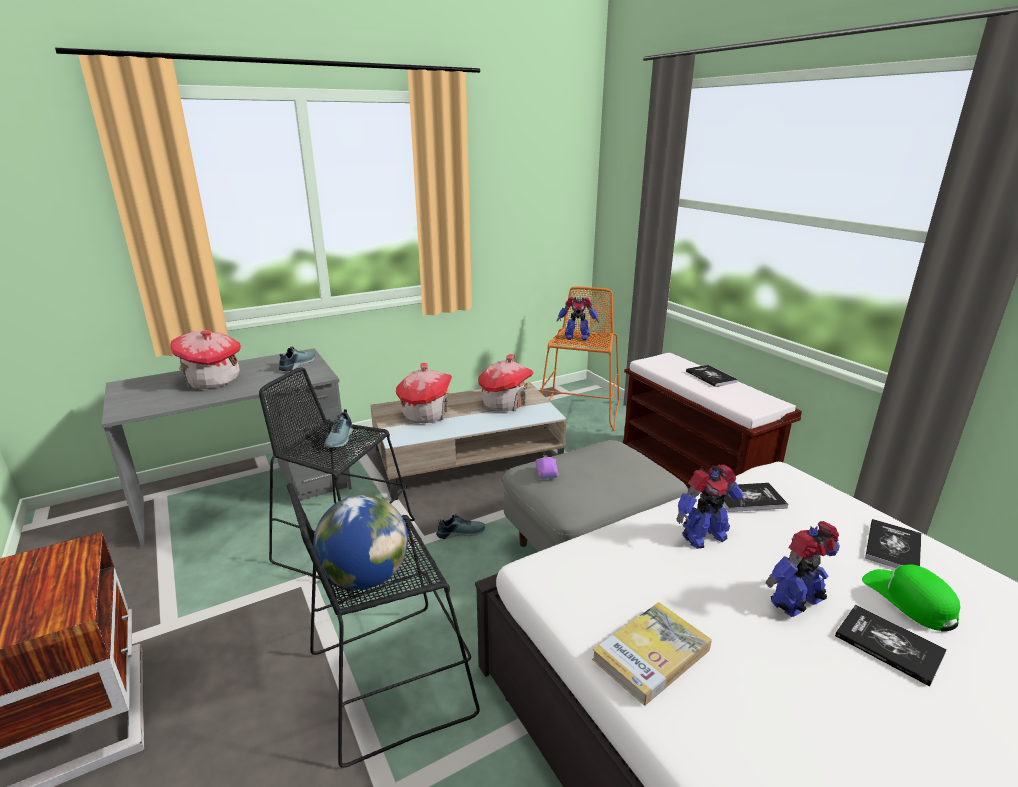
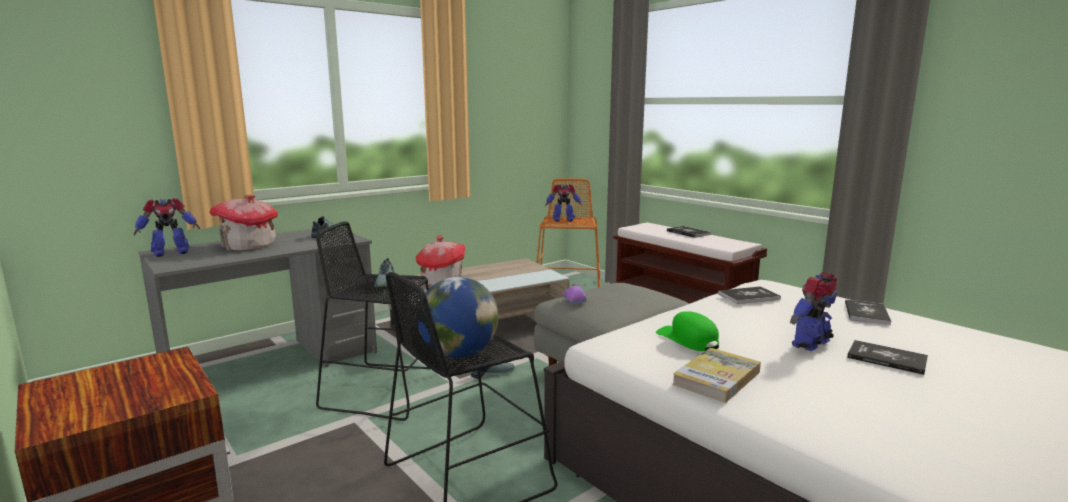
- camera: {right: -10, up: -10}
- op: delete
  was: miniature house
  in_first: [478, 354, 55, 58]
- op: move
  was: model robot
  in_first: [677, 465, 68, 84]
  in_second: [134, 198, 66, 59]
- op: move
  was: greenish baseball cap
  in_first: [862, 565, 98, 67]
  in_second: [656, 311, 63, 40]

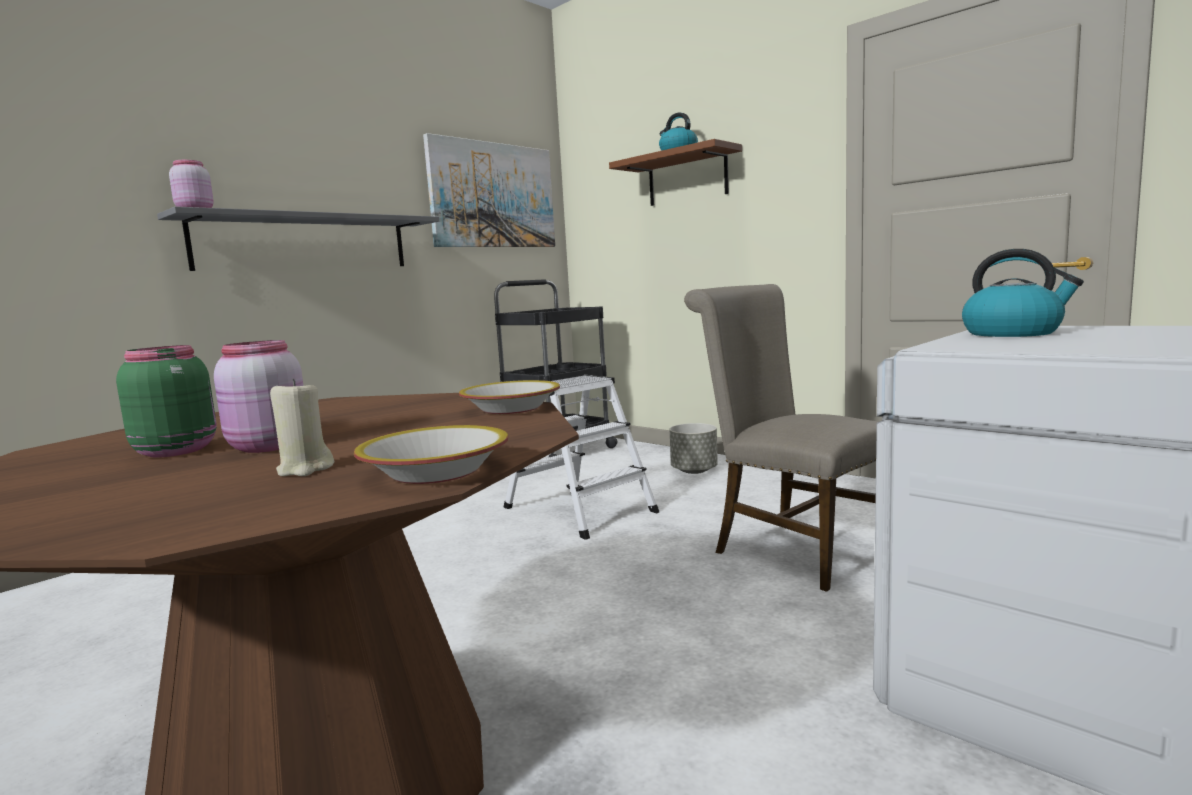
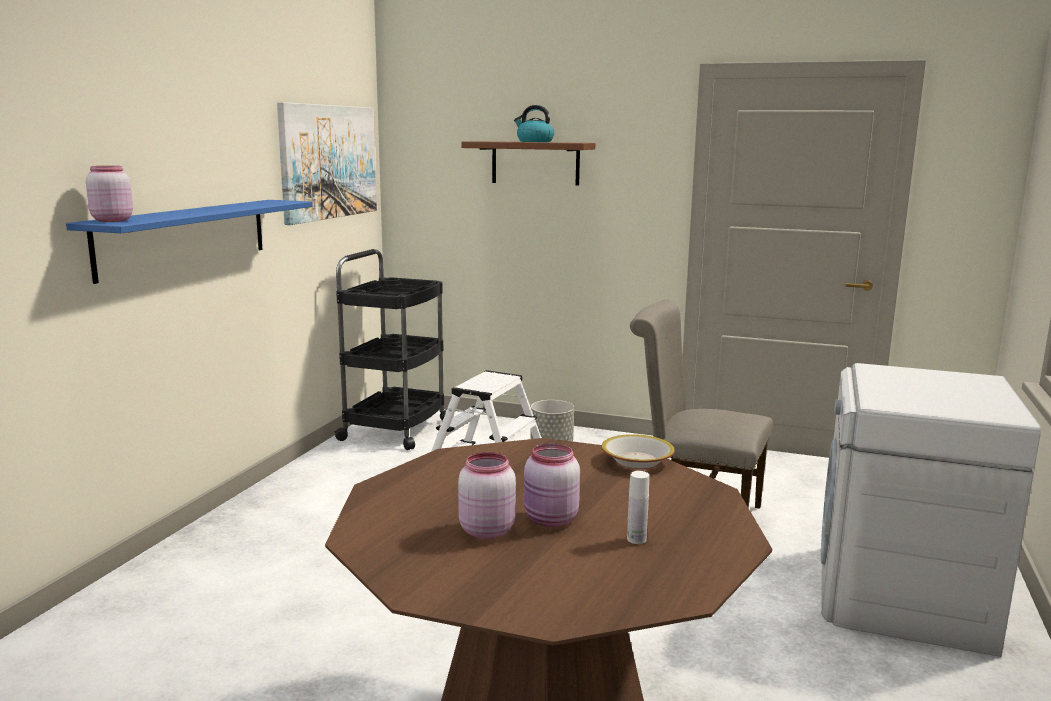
- camera: {right: -25, up: 5}
- op: recolor
  was: gray wall shelf
  now: bluish wall shelf
  in_first: [157, 206, 282, 65]
  in_second: [66, 200, 247, 84]
- op: delete
  was: water kettle
  in_first: [962, 249, 122, 88]
- op: recolor
  was: greenish preserve jar
  now: pinkish preserve jar
  in_first: [116, 345, 100, 113]
  in_second: [458, 452, 58, 87]
- op: replace
  was: sand-coloured candle
  now: white-coloured beverage bottle
  in_first: [270, 379, 64, 97]
  in_second: [627, 471, 22, 73]
- op: delete
  was: bowl
  in_first: [354, 425, 155, 59]

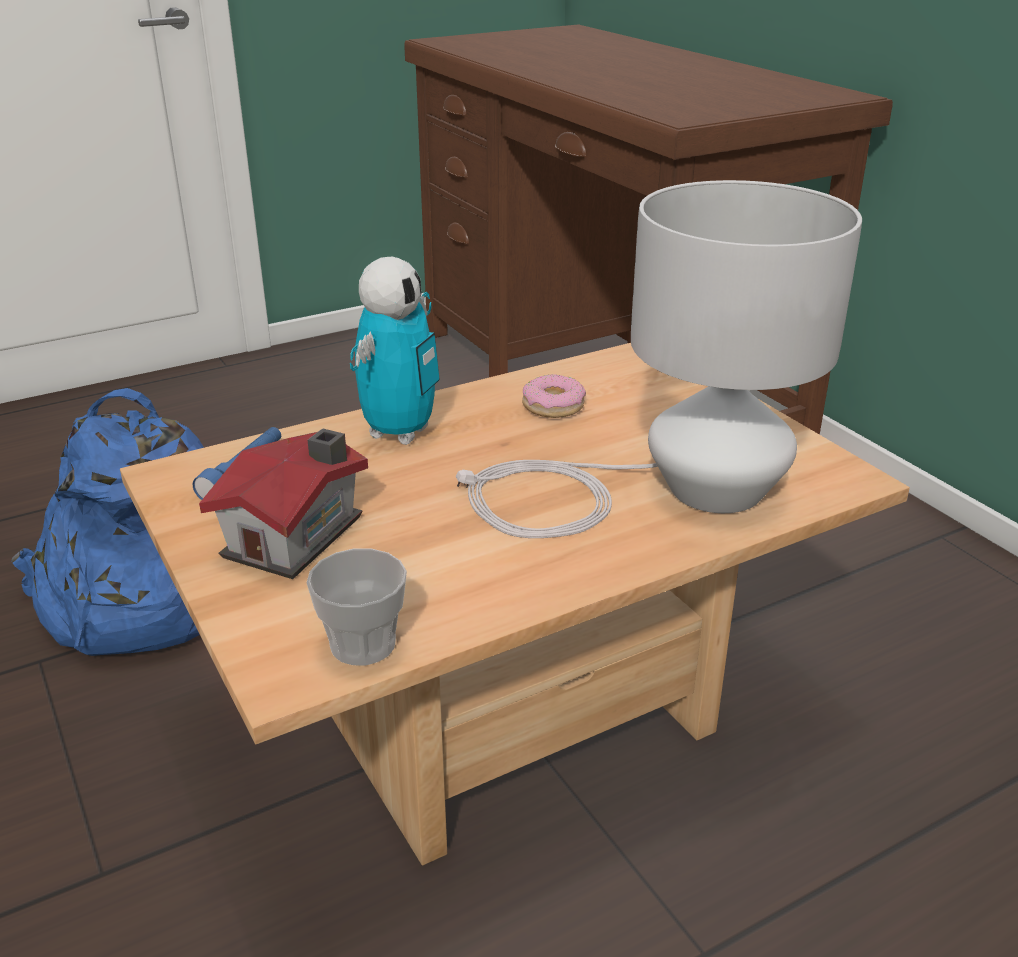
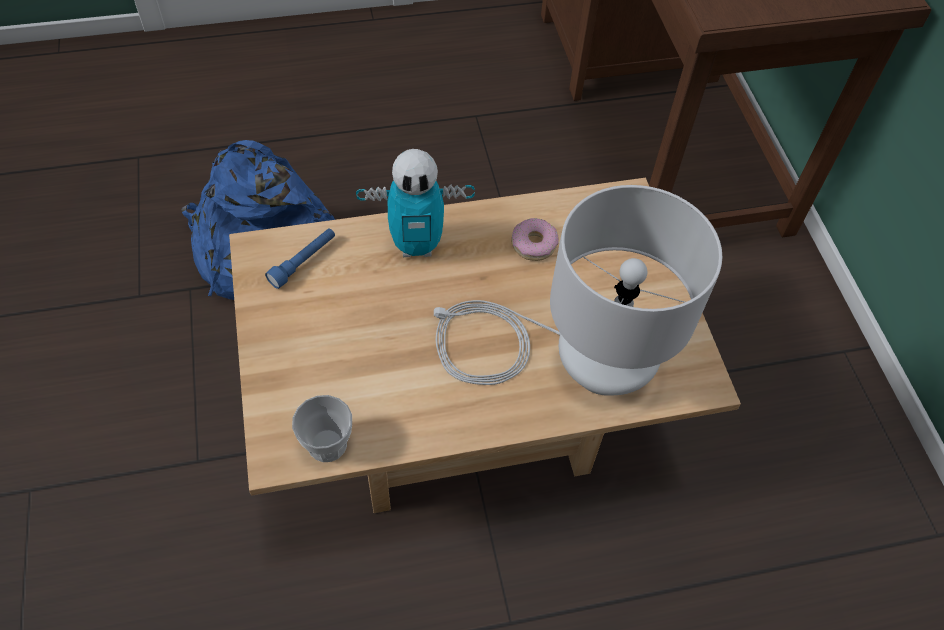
- camera: {right: 15, up: 25}
- op: rotate
  was: model robot
  in_first: [350, 257, 90, 188]
  in_second: [356, 149, 119, 108]
  clockwise: 45
- op: delete
  was: miniature house
  in_first: [199, 428, 169, 151]

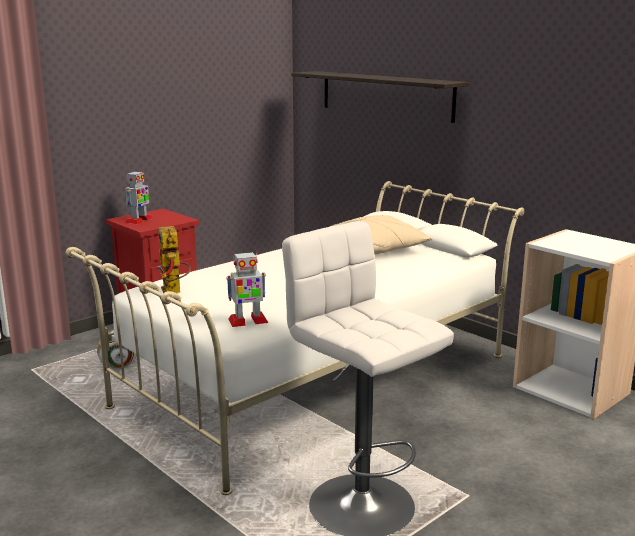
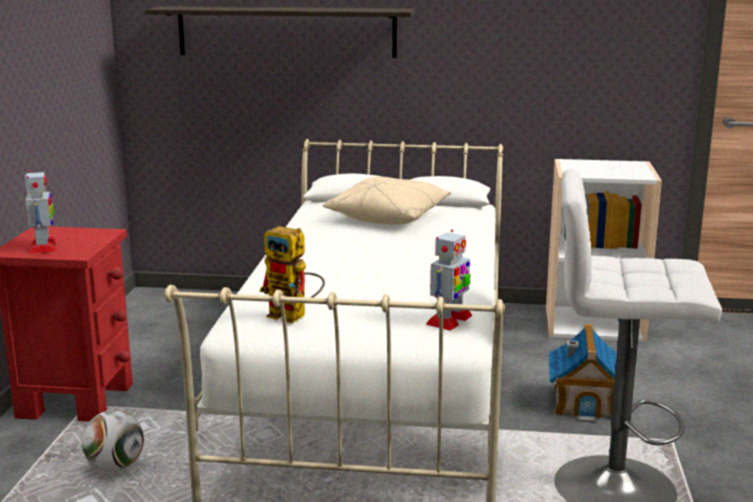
- camera: {right: -40, up: 0}
- op: insert
  now: miniature house
  in_second: [549, 324, 68, 99]

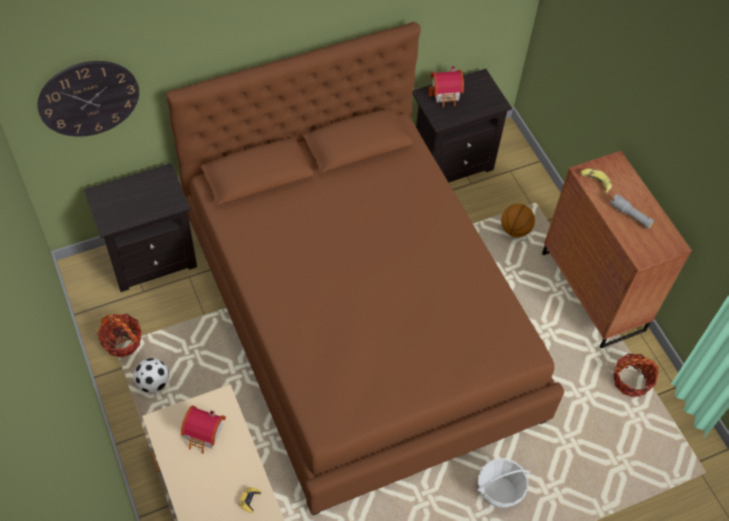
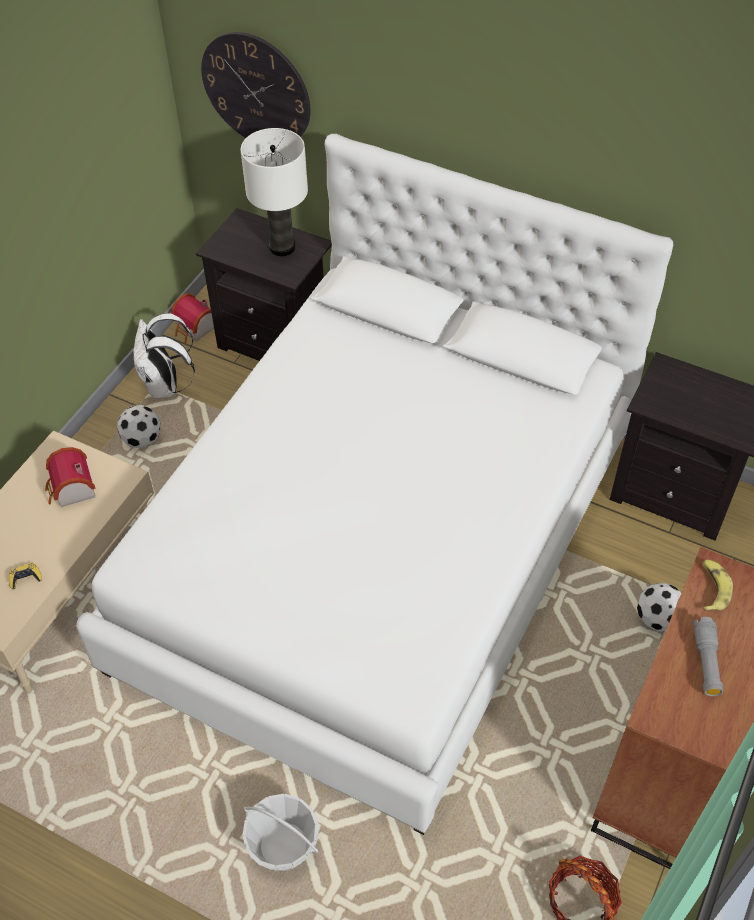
- camera: {right: 55, up: -5}
- op: recolor
  was: brown bedroom bed
  now: white-coloured bedroom bed
  in_first: [166, 22, 398, 493]
  in_second: [76, 133, 597, 702]
- op: move
  was: miniature house
  in_first: [428, 66, 36, 41]
  in_second: [171, 293, 43, 50]
- op: replace
  was: ball for basketball
  now: football ball
  in_first: [501, 204, 34, 33]
  in_second: [637, 583, 44, 49]
- op: replace
  was: basket
  now: white-coloured backpack
  in_first: [97, 314, 45, 44]
  in_second: [134, 313, 61, 85]
- op: insert
  now: white-coloured lamp for a table
  in_second: [241, 128, 67, 128]

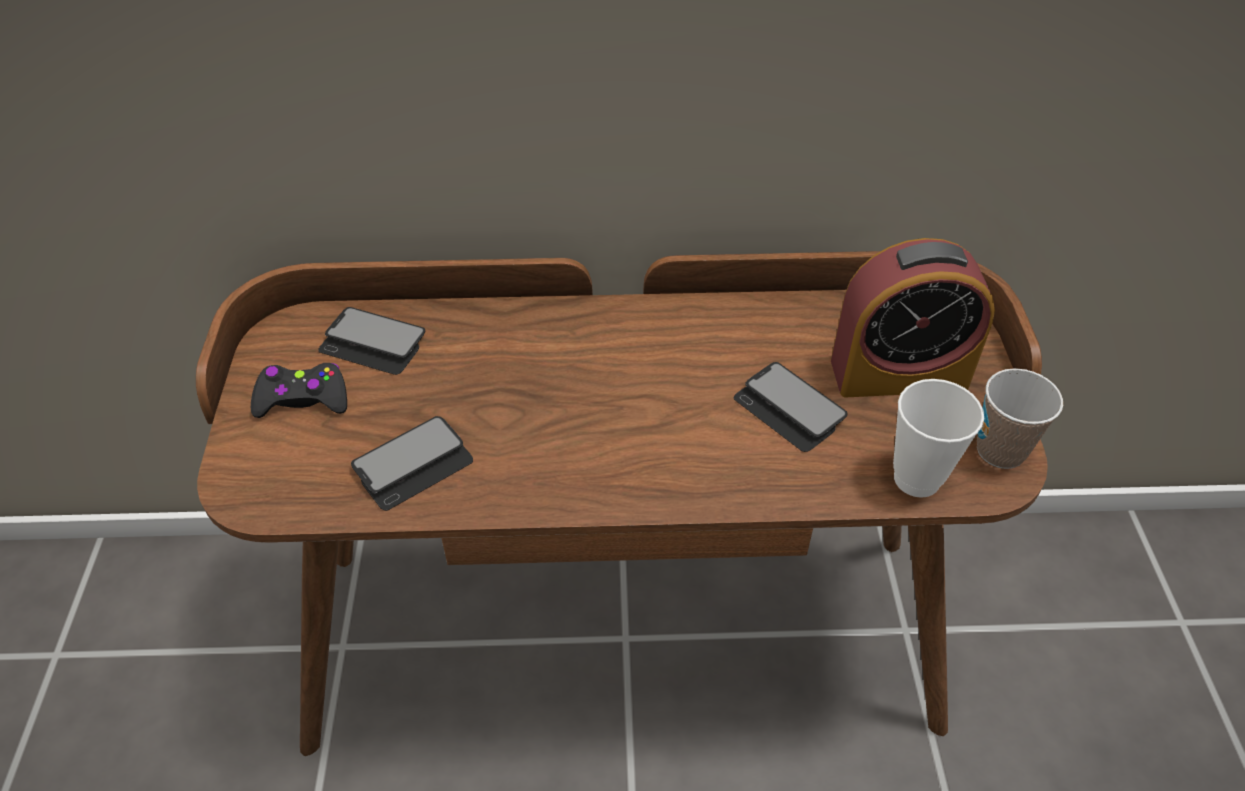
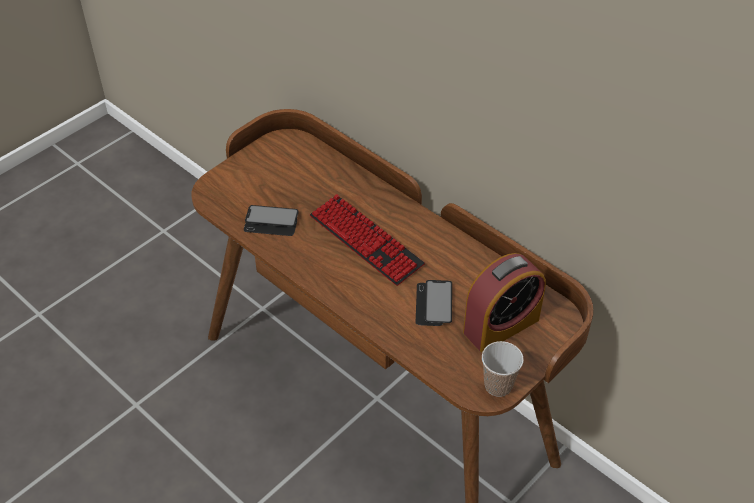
- camera: {right: 45, up: 0}
- op: rotate
  was: table clock
  in_first: [831, 238, 164, 160]
  in_second: [463, 253, 83, 99]
  clockwise: -75
- op: delete
  was: telephone
  in_first: [318, 307, 107, 68]
- op: delete
  was: black-coloured gamepad
  in_first: [251, 363, 96, 55]
- op: delete
  was: cup
  in_first: [893, 379, 91, 119]
- op: insert
  now: PC keyboard
  in_second: [310, 194, 115, 92]

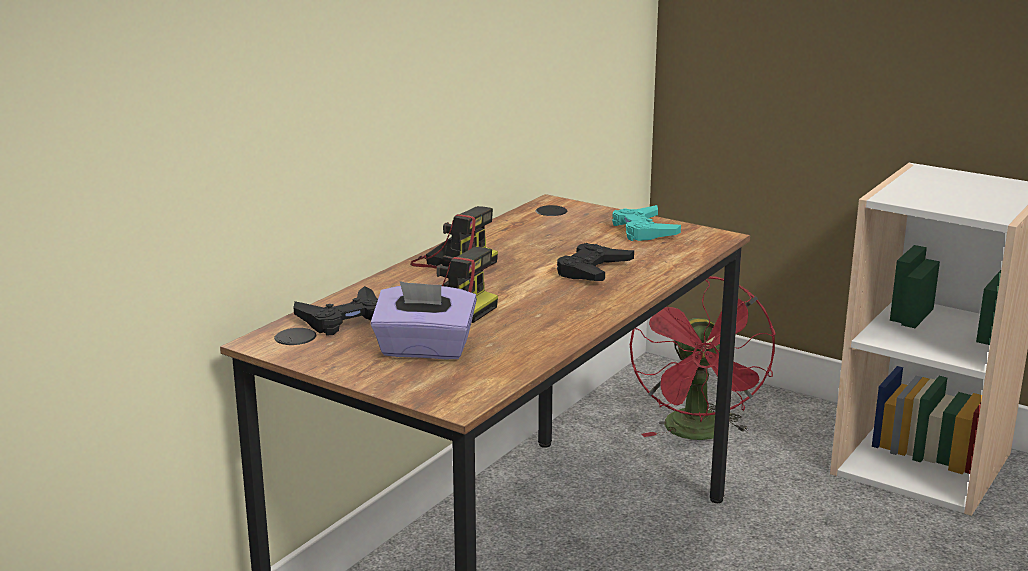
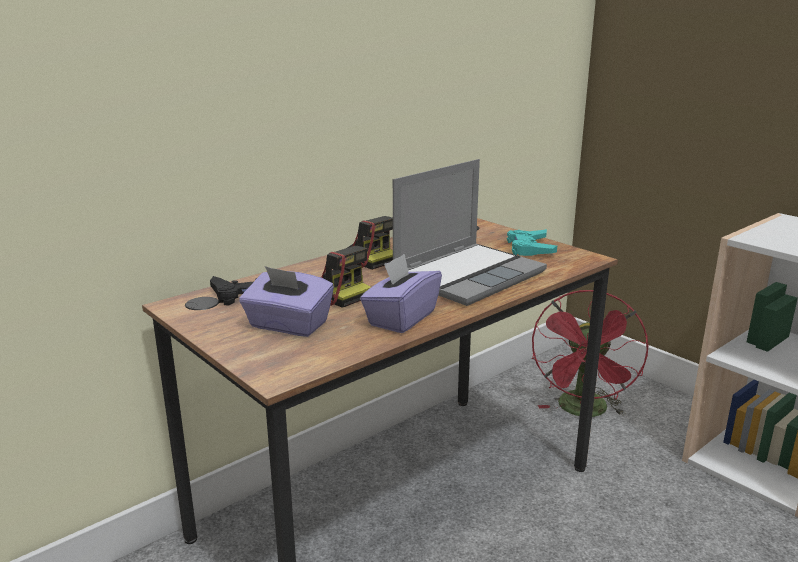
- camera: {right: 15, up: 0}
- op: replace
  was: black-coloured gamepad
  now: notebook computer
  in_first: [557, 243, 77, 38]
  in_second: [393, 159, 154, 147]
- op: insert
  now: purplish tissue box
  in_second: [360, 254, 82, 79]

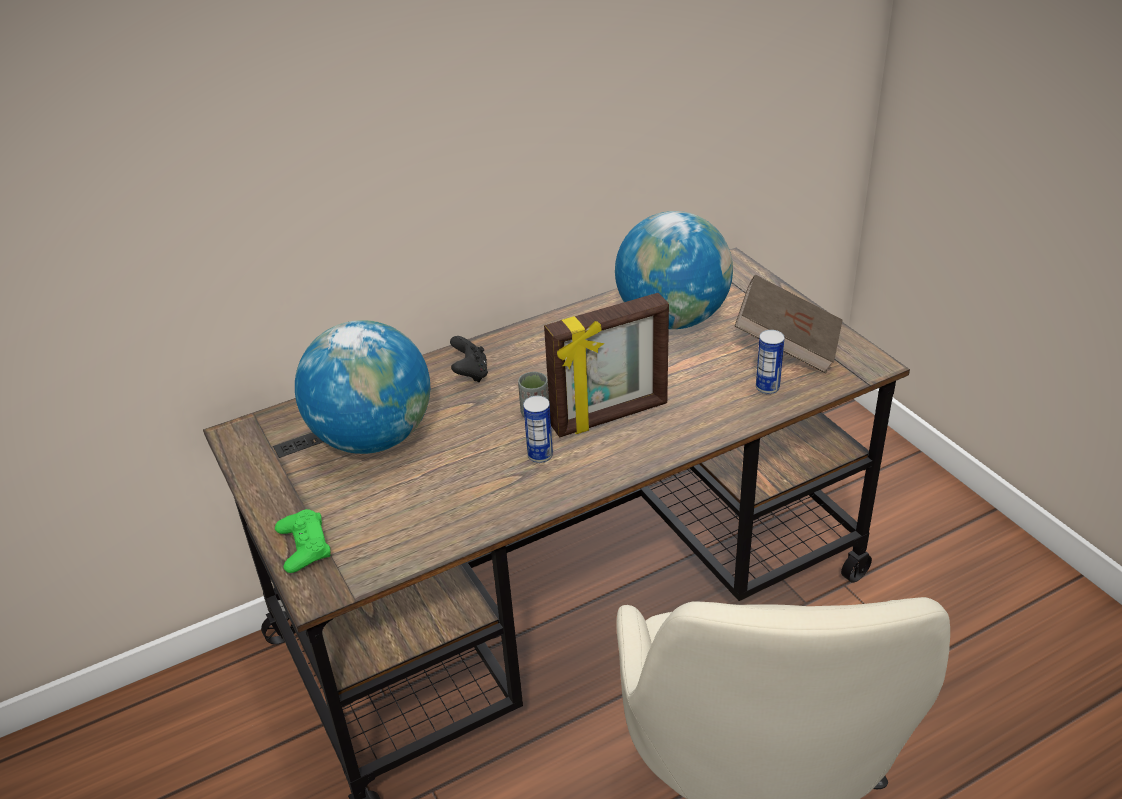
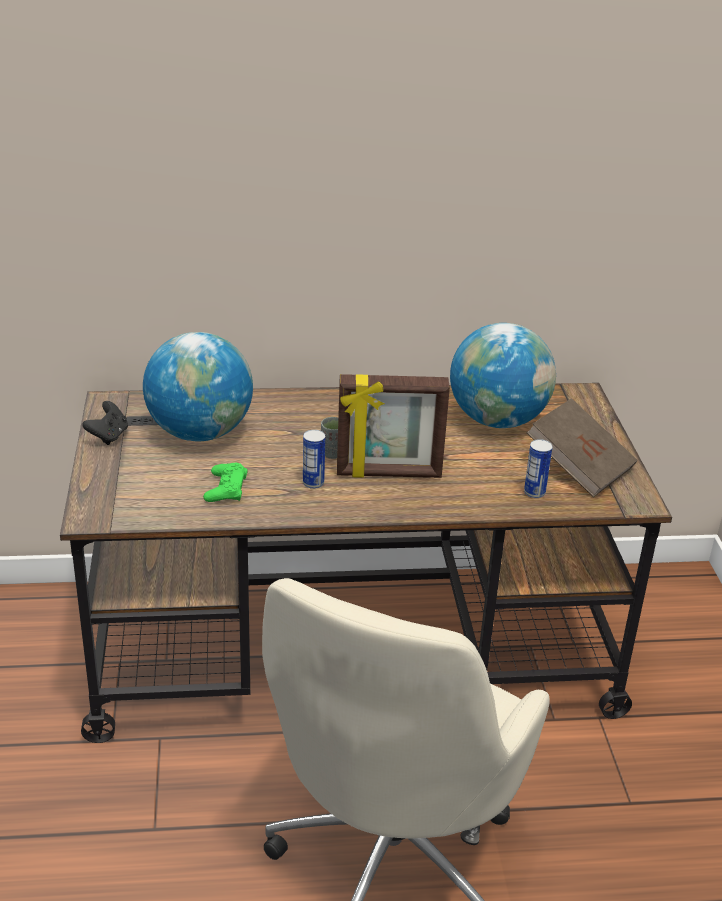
- camera: {right: 20, up: -5}
- op: move
  was: black-coloured gamepad
  in_first: [450, 336, 38, 46]
  in_second: [82, 401, 46, 44]
- op: move
  was: greenish gamepad
  in_first: [275, 509, 56, 64]
  in_second: [203, 463, 45, 39]

